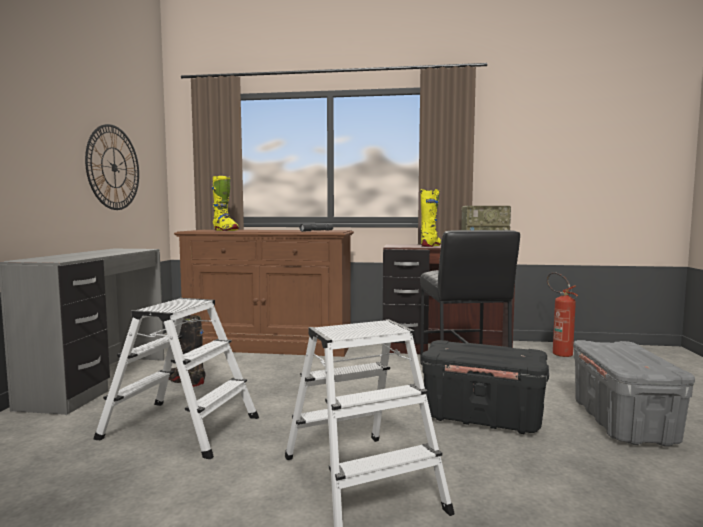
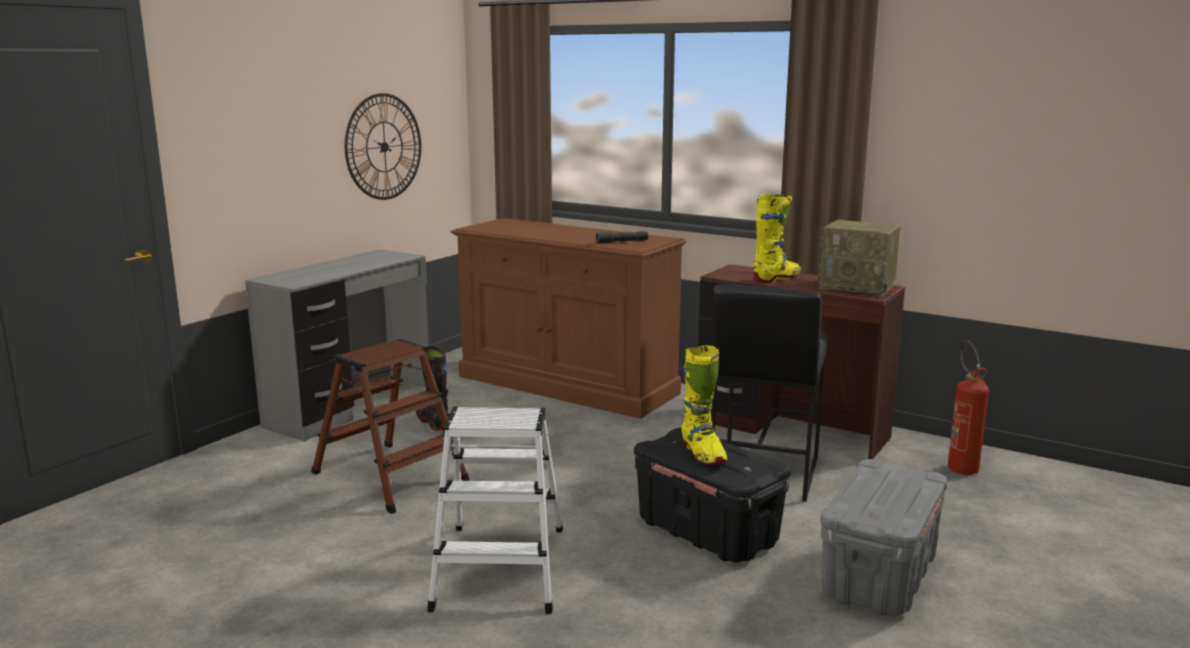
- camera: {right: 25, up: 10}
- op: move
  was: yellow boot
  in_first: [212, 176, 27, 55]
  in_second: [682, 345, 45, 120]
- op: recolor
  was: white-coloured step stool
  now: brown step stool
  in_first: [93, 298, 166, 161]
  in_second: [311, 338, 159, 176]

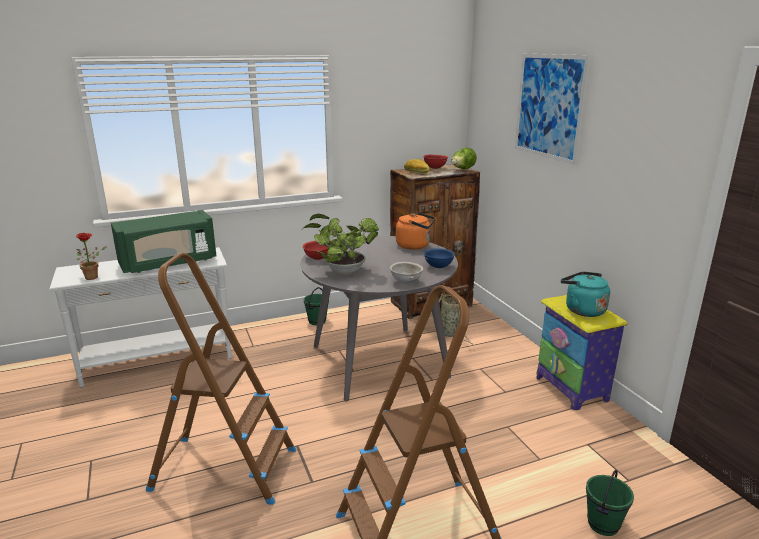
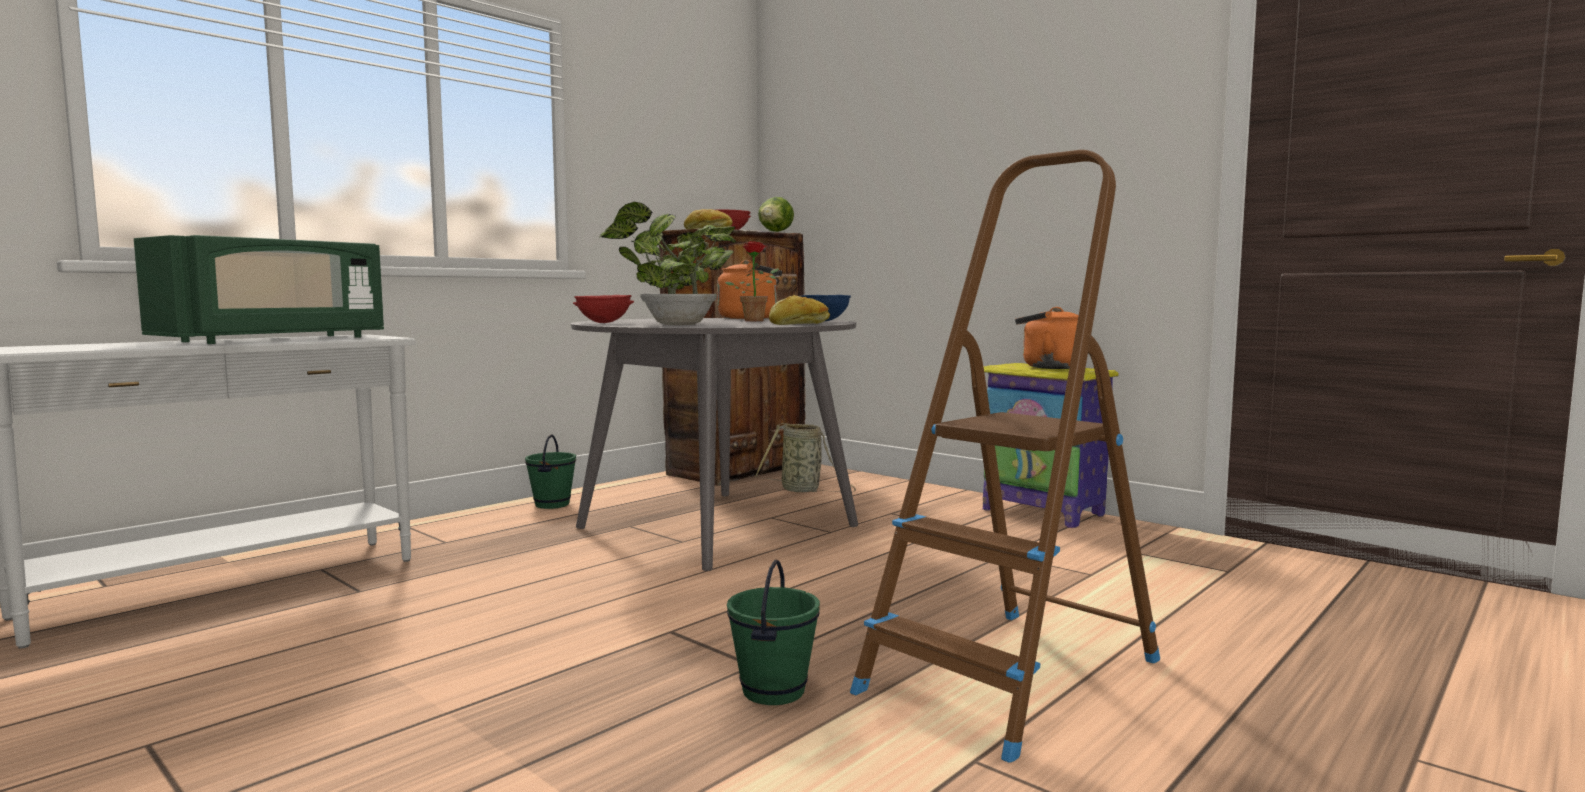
- camera: {right: -25, up: -15}
- op: delete
  was: picture
  in_first: [515, 54, 76, 111]
- op: move
  was: potted plant
  in_first: [76, 233, 31, 47]
  in_second: [725, 241, 54, 80]
- op: delete
  was: brown step stool
  in_first: [145, 253, 151, 252]
- op: replace
  was: gray bowl
  now: bread
  in_first: [390, 262, 33, 22]
  in_second: [769, 295, 61, 30]
- op: recolor
  was: turquoise water kettle
  now: orange water kettle
  in_first: [561, 272, 49, 45]
  in_second: [1015, 307, 64, 62]
- op: move
  was: greenish bucket
  in_first: [586, 470, 48, 66]
  in_second: [727, 559, 93, 146]

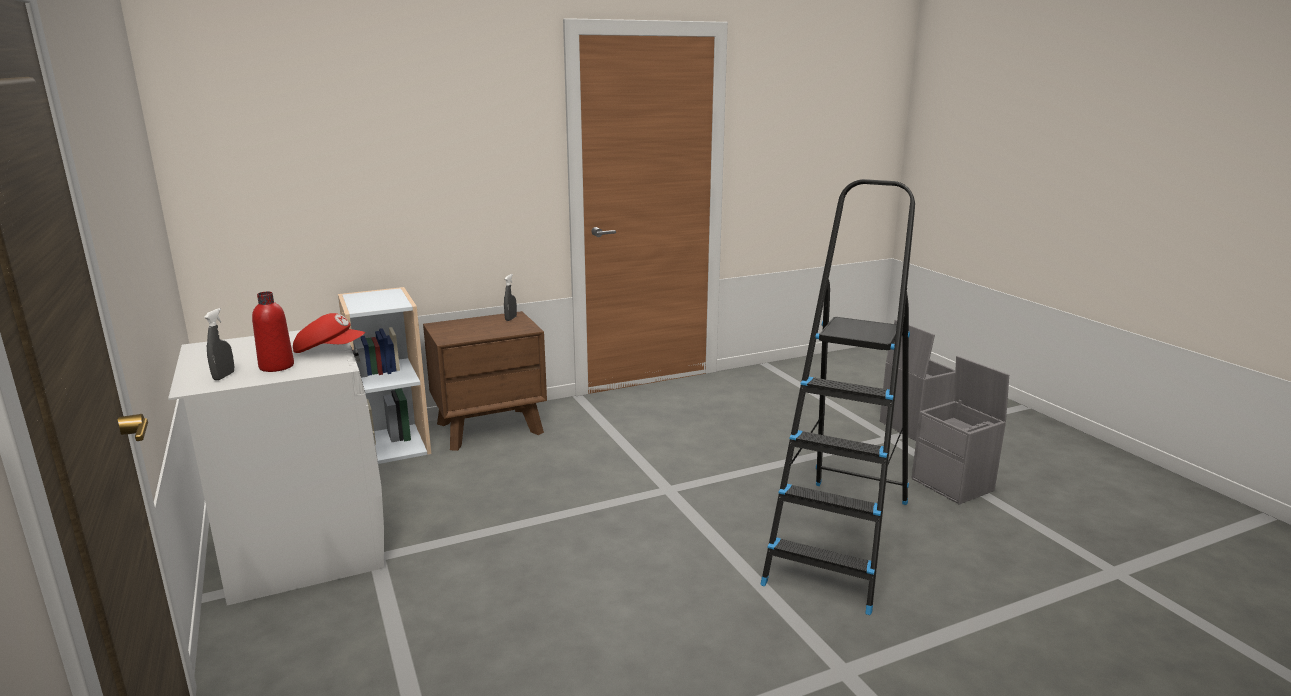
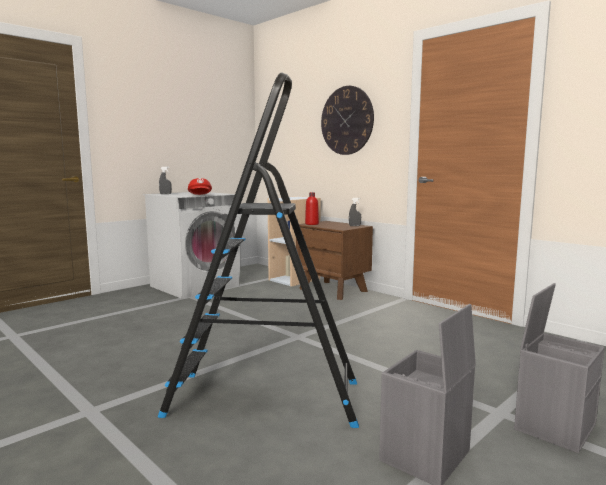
- camera: {right: 70, up: -10}
- op: move
  was: red beverage bottle
  in_first: [252, 292, 42, 80]
  in_second: [305, 192, 14, 33]
- op: insert
  now: hanging clock
  in_second: [321, 86, 53, 69]

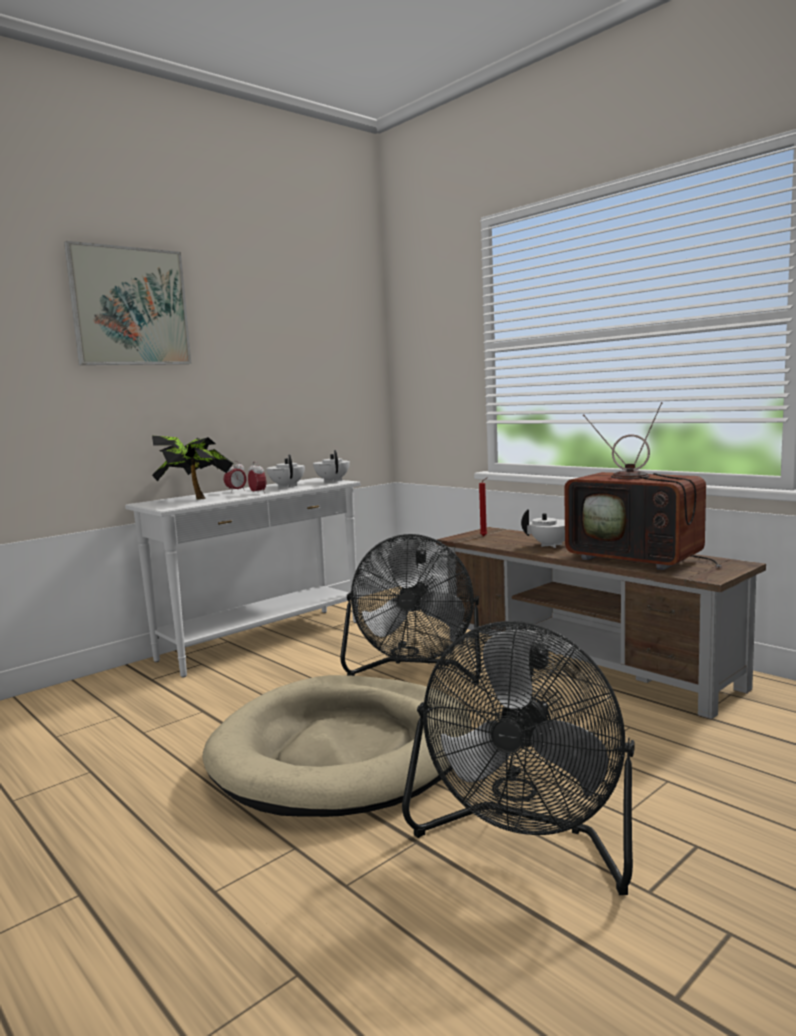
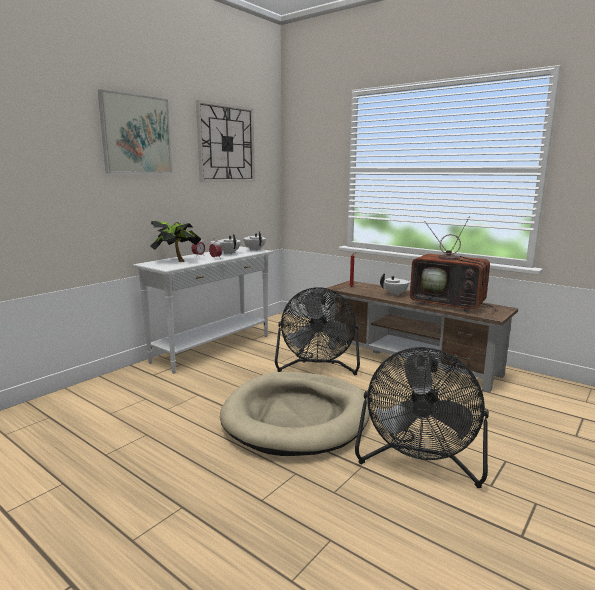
- camera: {right: -10, up: 5}
- op: insert
  now: hanging clock
  in_second: [196, 100, 59, 82]

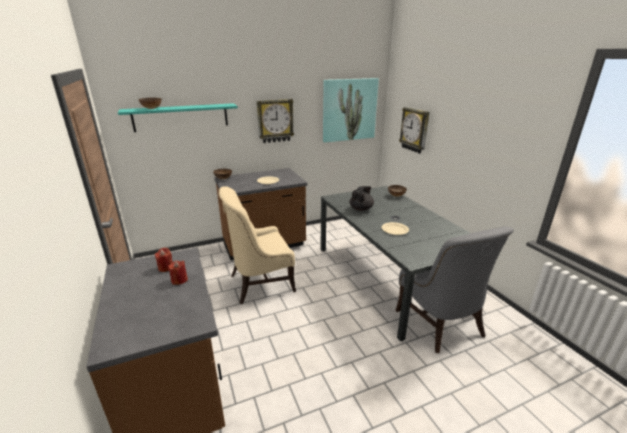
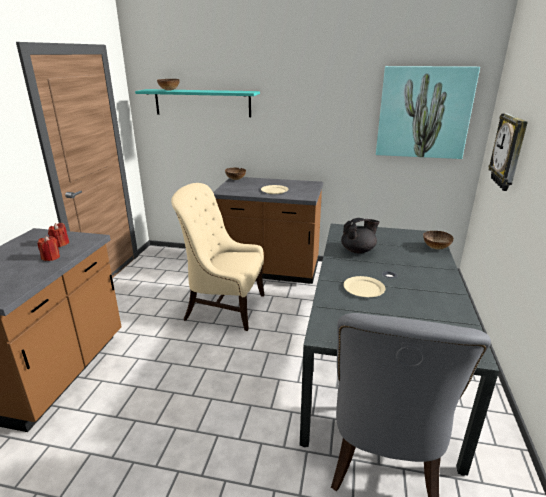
- camera: {right: 35, up: 0}
- op: delete
  was: hanging clock
  in_first: [257, 99, 37, 44]

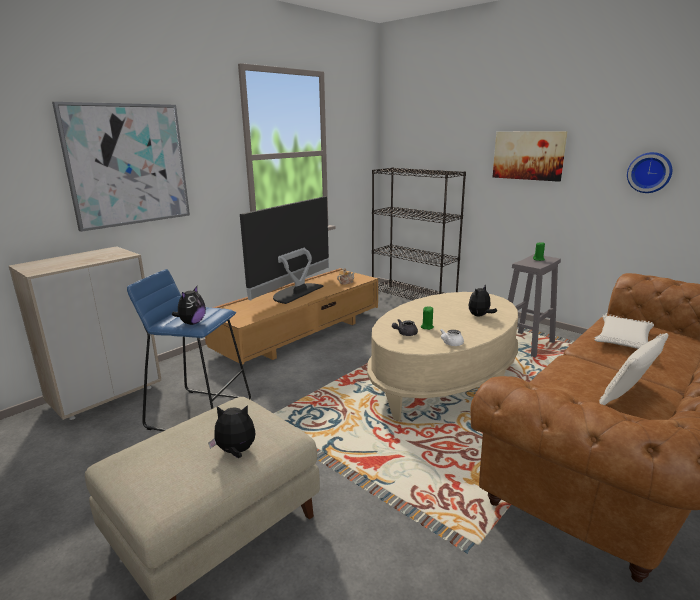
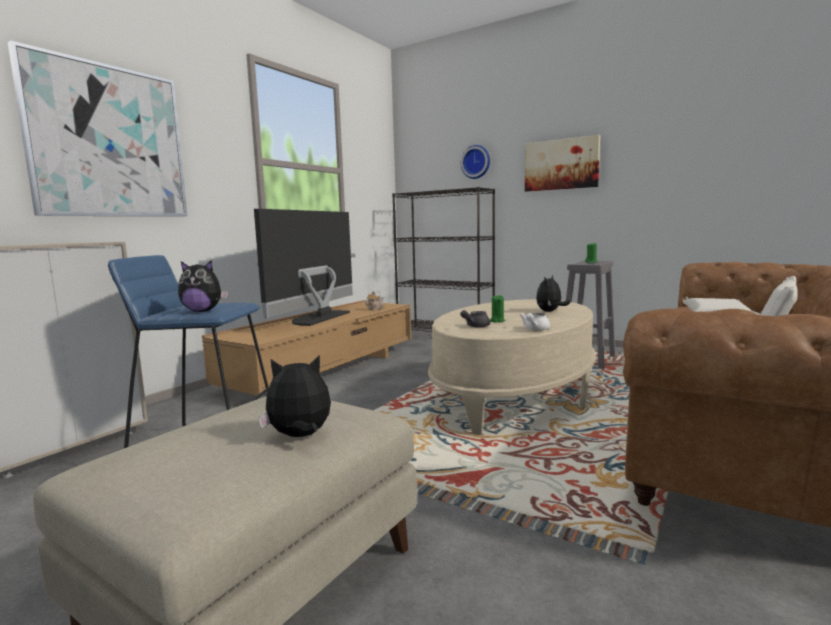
- camera: {right: -10, up: -10}
- op: move
  was: hanging clock
  in_first: [627, 152, 45, 41]
  in_second: [461, 145, 29, 34]
- op: rotate
  was: soft toy
  in_first: [172, 286, 34, 39]
  in_second: [178, 261, 50, 51]
  clockwise: 75

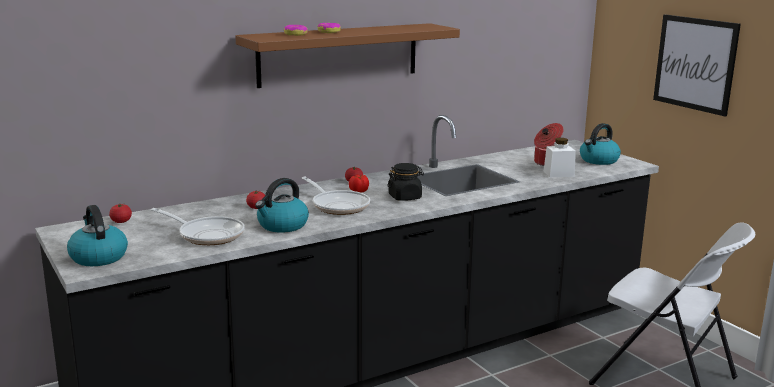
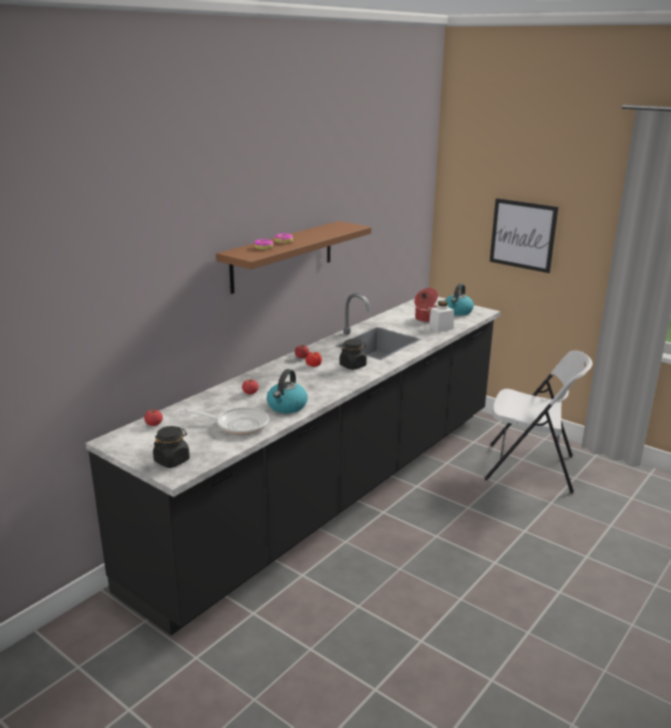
- camera: {right: -20, up: 5}
- op: delete
  was: frying pan
  in_first: [302, 177, 68, 38]
- op: replace
  was: water kettle
  now: black-coloured preserve jar
  in_first: [67, 205, 61, 61]
  in_second: [153, 426, 37, 42]

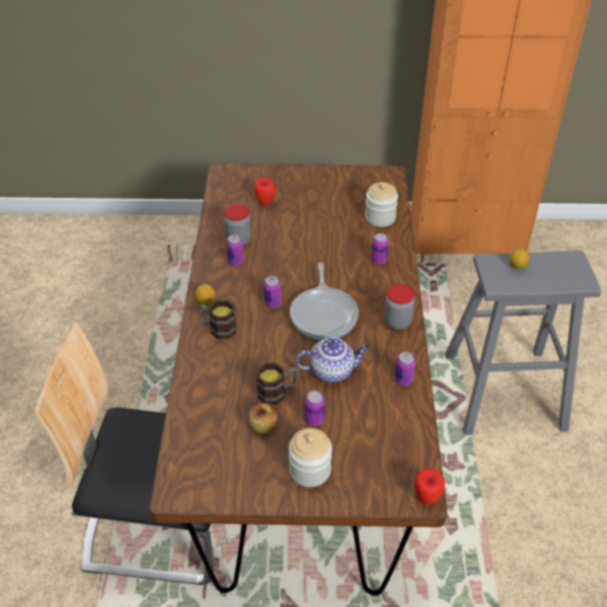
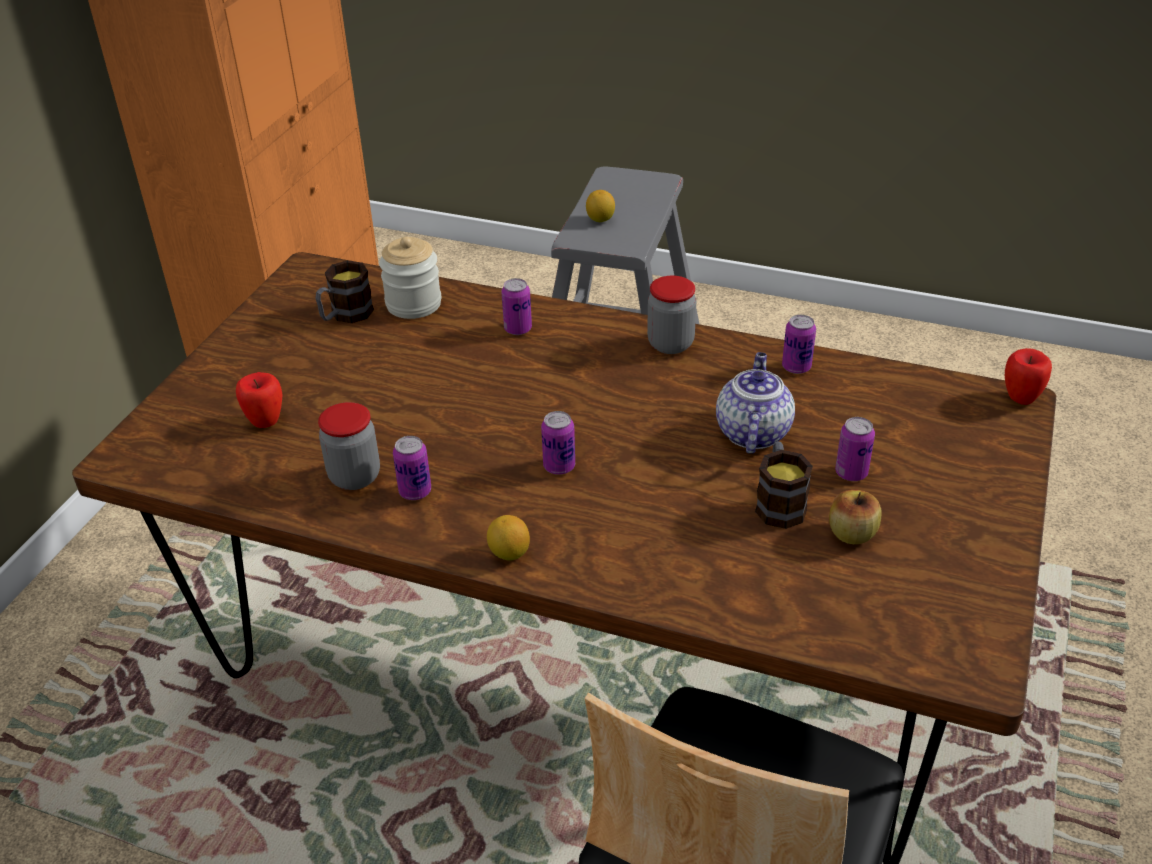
- camera: {right: -70, up: -5}
- op: delete
  was: frying pan
  in_first: [290, 263, 69, 77]
- op: move
  was: tea mug
  in_first: [199, 300, 37, 39]
  in_second: [316, 260, 58, 63]
- op: delete
  was: preserve jar
  in_first: [289, 428, 43, 59]

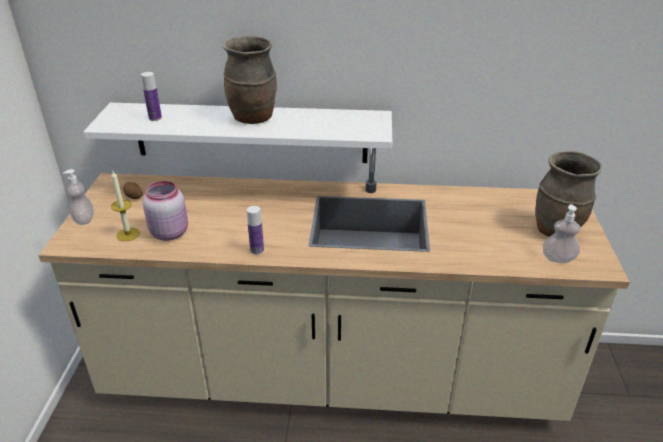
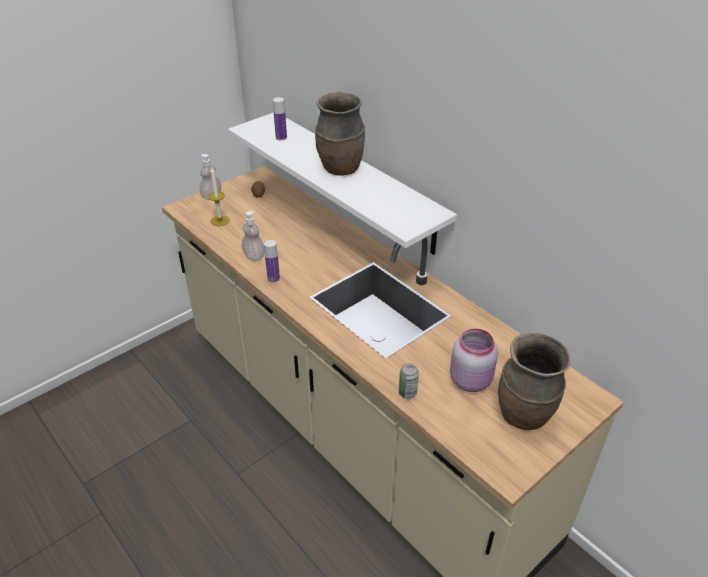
- camera: {right: 45, up: 5}
- op: move
  was: pinkish preserve jar
  in_first: [143, 181, 45, 60]
  in_second: [450, 328, 48, 64]
- op: move
  was: soap dispenser
  in_first: [543, 204, 37, 59]
  in_second: [242, 211, 23, 50]
- op: insert
  now: can
  in_second: [399, 364, 20, 35]

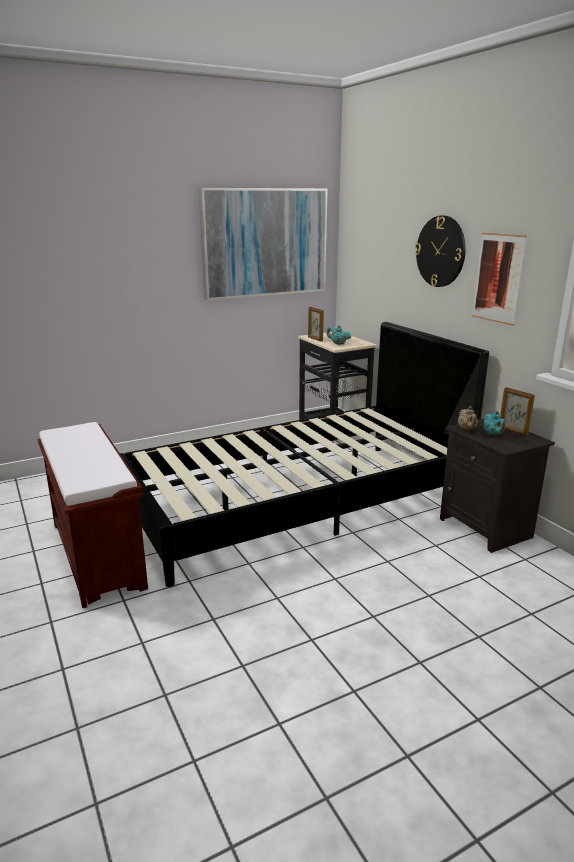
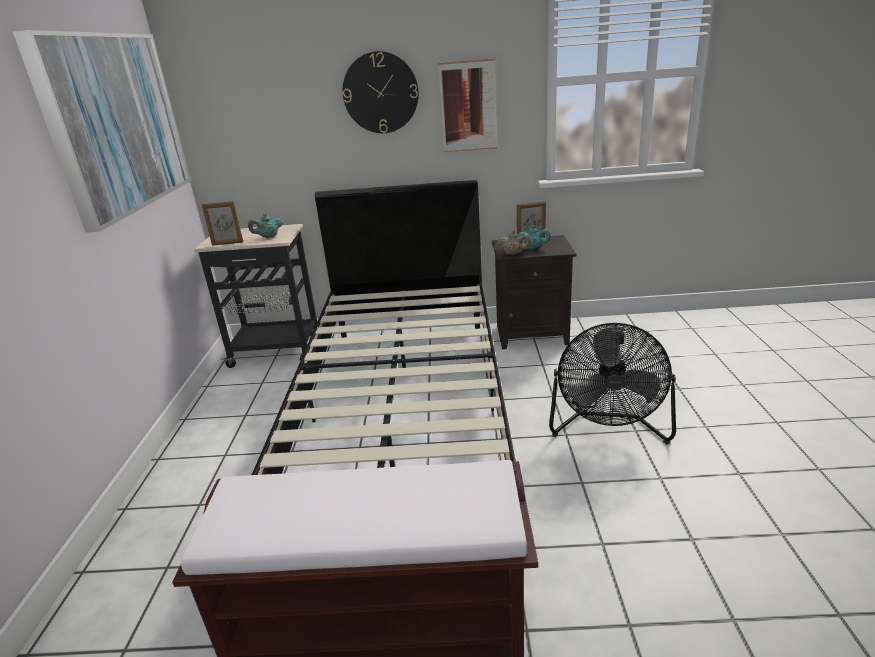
- camera: {right: -60, up: 5}
- op: insert
  now: black-coloured cooling fan
  in_second: [549, 323, 127, 122]

